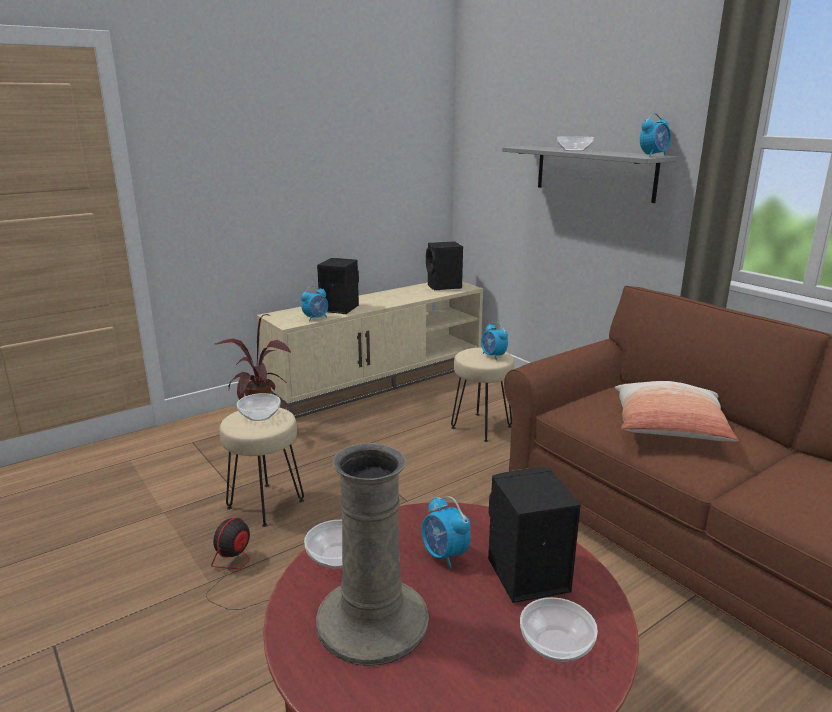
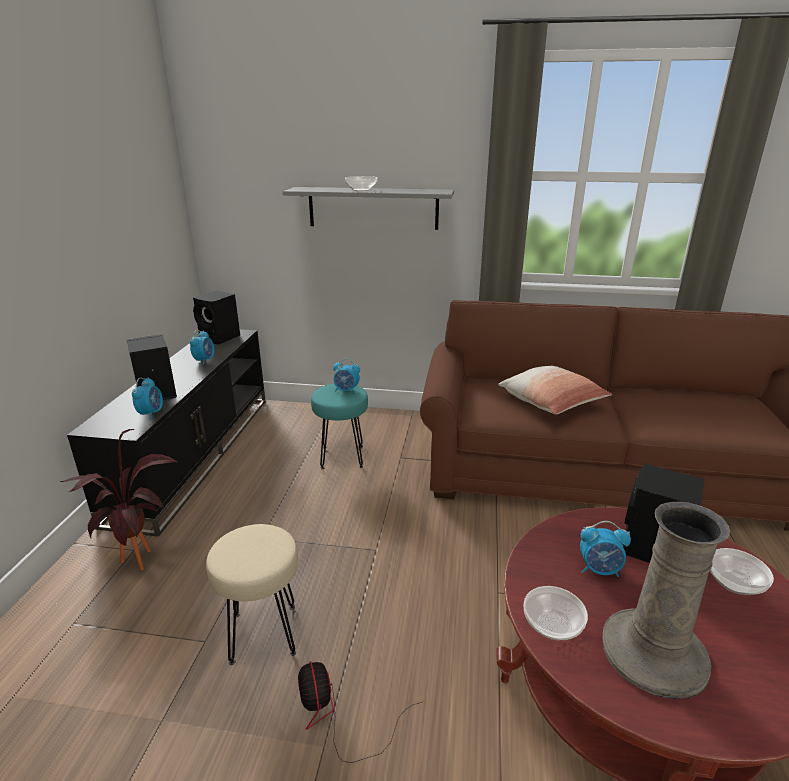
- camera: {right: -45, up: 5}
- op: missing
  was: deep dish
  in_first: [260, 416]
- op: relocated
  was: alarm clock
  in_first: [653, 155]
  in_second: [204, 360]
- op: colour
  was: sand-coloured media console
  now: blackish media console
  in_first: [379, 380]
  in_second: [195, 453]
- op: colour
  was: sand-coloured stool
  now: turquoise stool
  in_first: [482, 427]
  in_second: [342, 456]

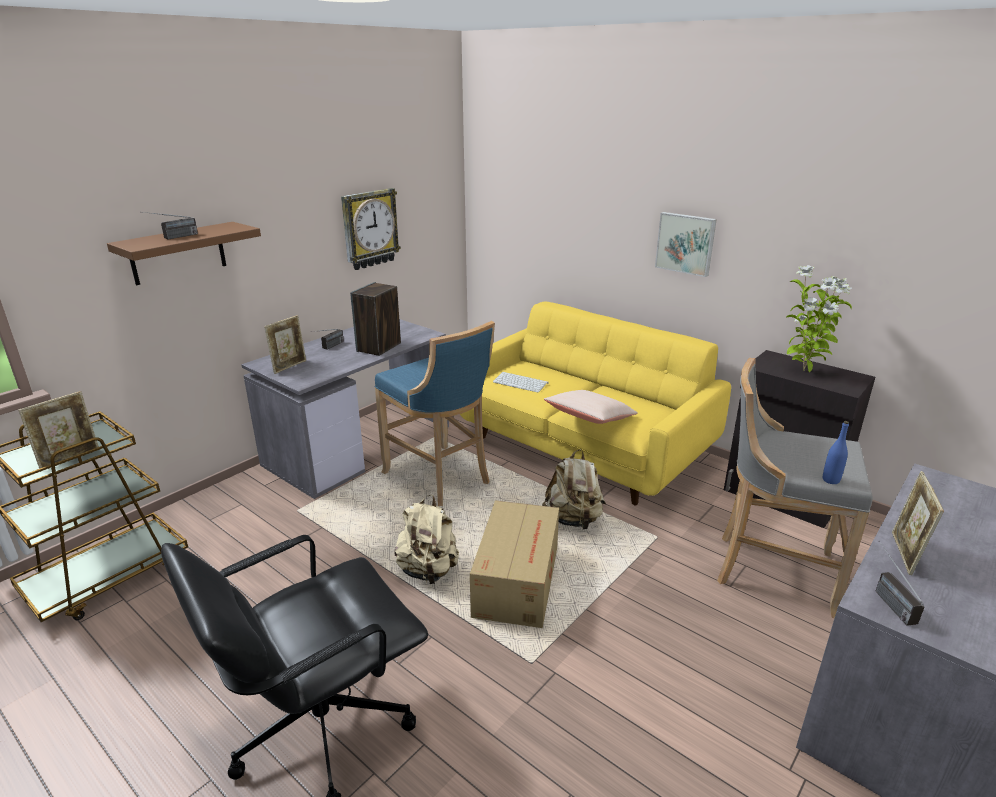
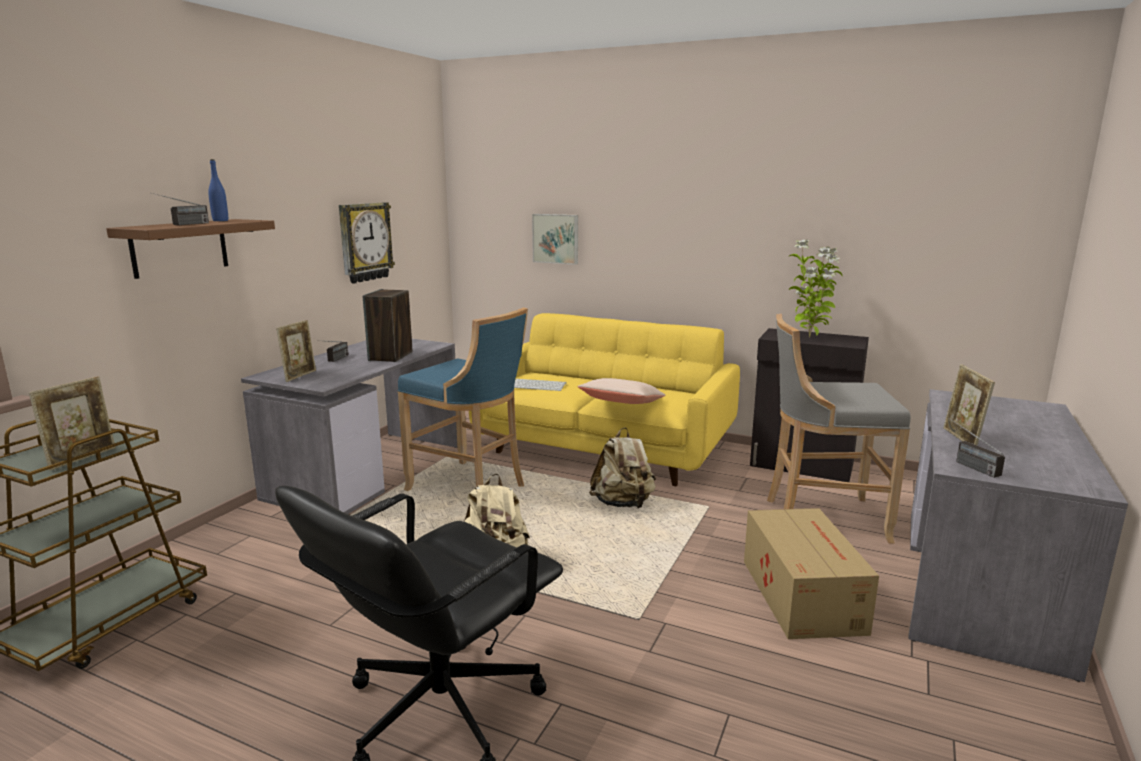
- camera: {right: -15, up: -10}
- op: relocated
  was: carton
  in_first: [518, 580]
  in_second: [802, 594]
- op: relocated
  was: picture
  in_first: [686, 243]
  in_second: [556, 238]
- op: relocated
  was: blue-coloured drink bottle
  in_first: [831, 480]
  in_second: [220, 220]

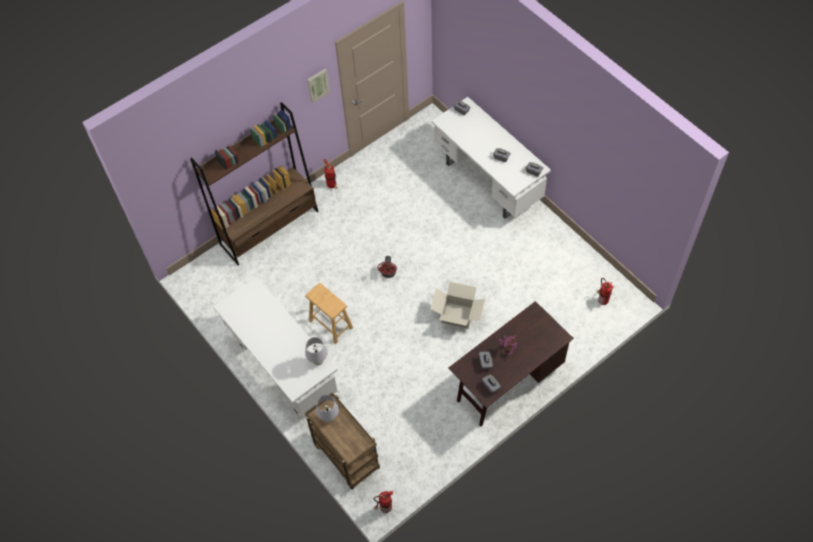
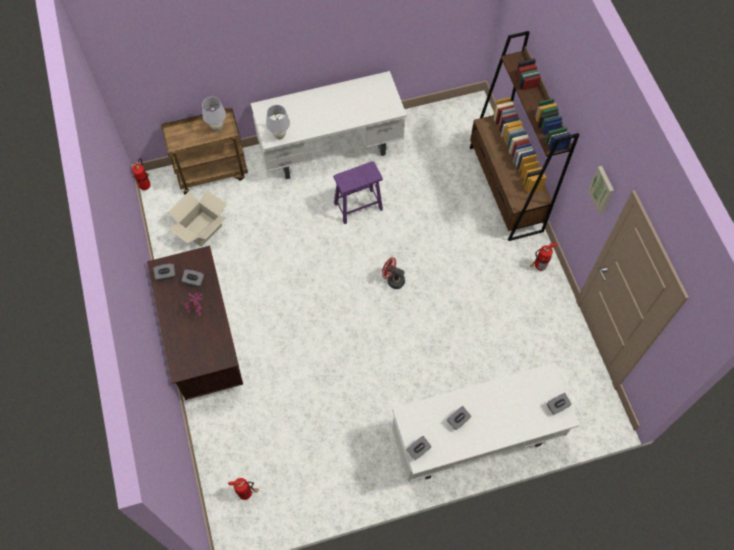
- camera: {right: 110, up: 5}
- op: relocated
  was: carton
  in_first: [457, 315]
  in_second: [201, 228]
- op: colour
  was: brown-coloured stool
  now: purplish stool
  in_first: [331, 324]
  in_second: [358, 206]

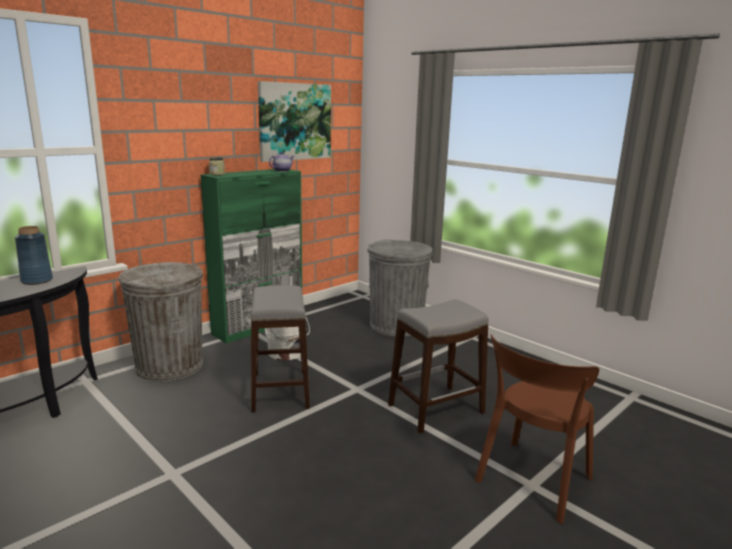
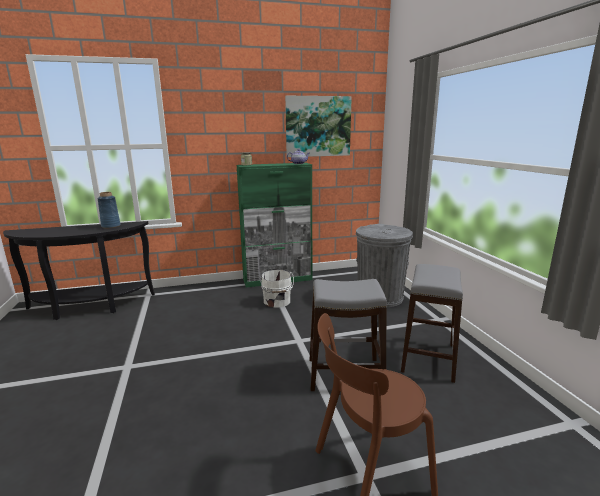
- camera: {right: 30, up: 0}
- op: missing
  was: gray rubbish bin
  in_first: [170, 365]
- op: relocated
  was: gray stool
  in_first: [279, 391]
  in_second: [428, 358]

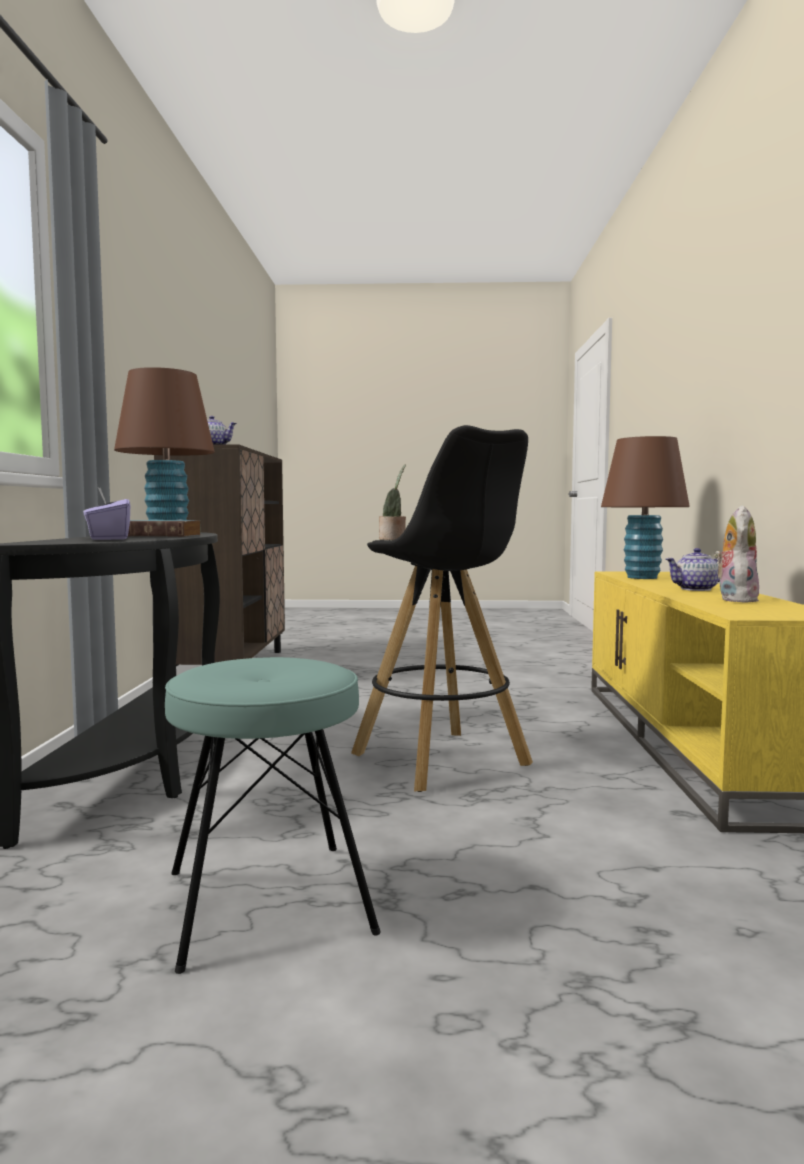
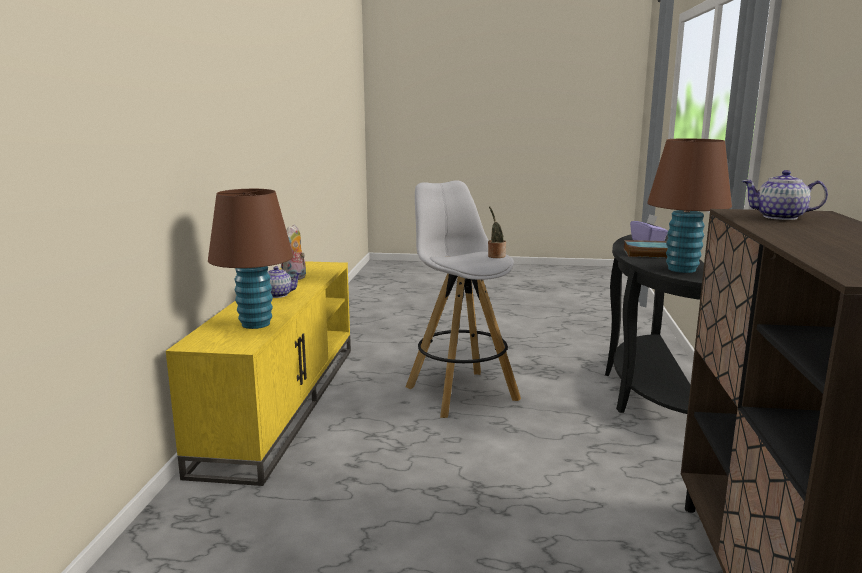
- camera: {right: -175, up: 10}
- op: missing
  was: turquoise stool
  in_first: [267, 901]
- op: colour
  was: blackish stool
  now: white stool
  in_first: [442, 761]
  in_second: [460, 393]

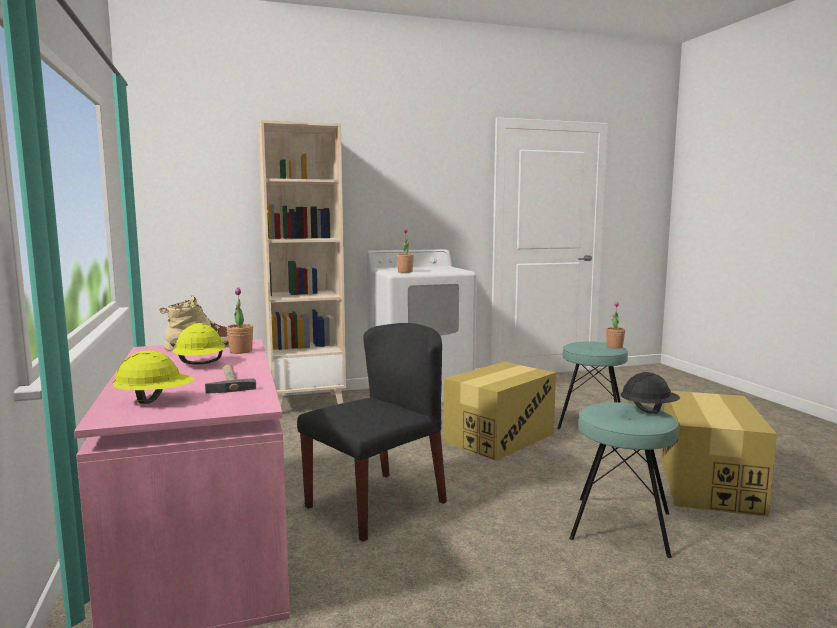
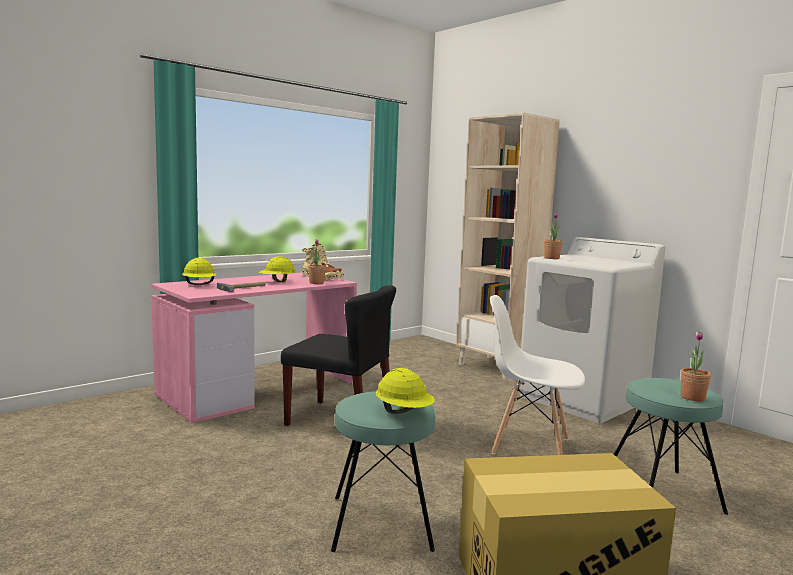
- camera: {right: 65, up: 0}
- op: exchanged
  was: carton
  now: white upright chair
  in_first: [499, 438]
  in_second: [529, 446]
- op: colour
  was: blackish hard hat
  now: yellow hard hat
  in_first: [648, 411]
  in_second: [404, 412]

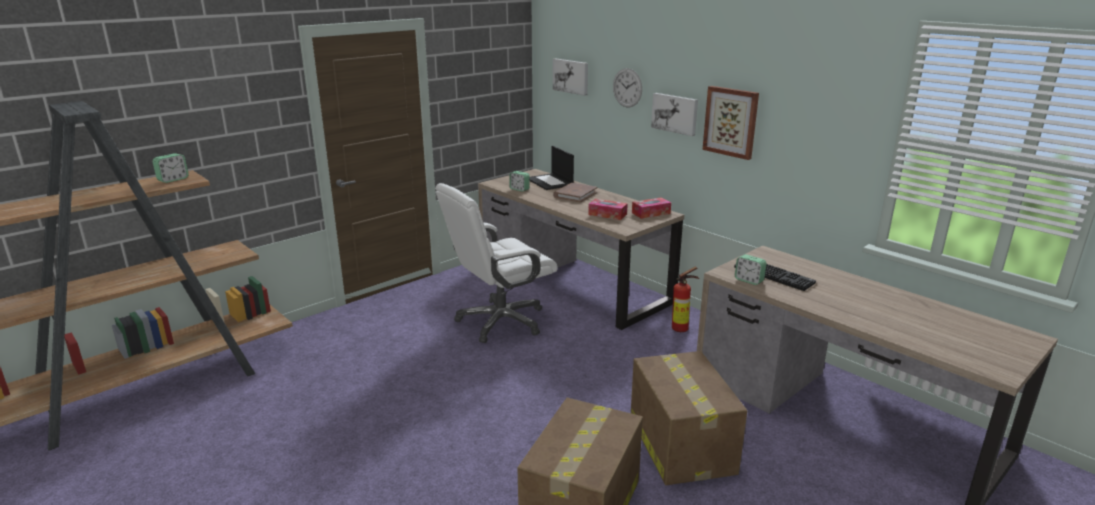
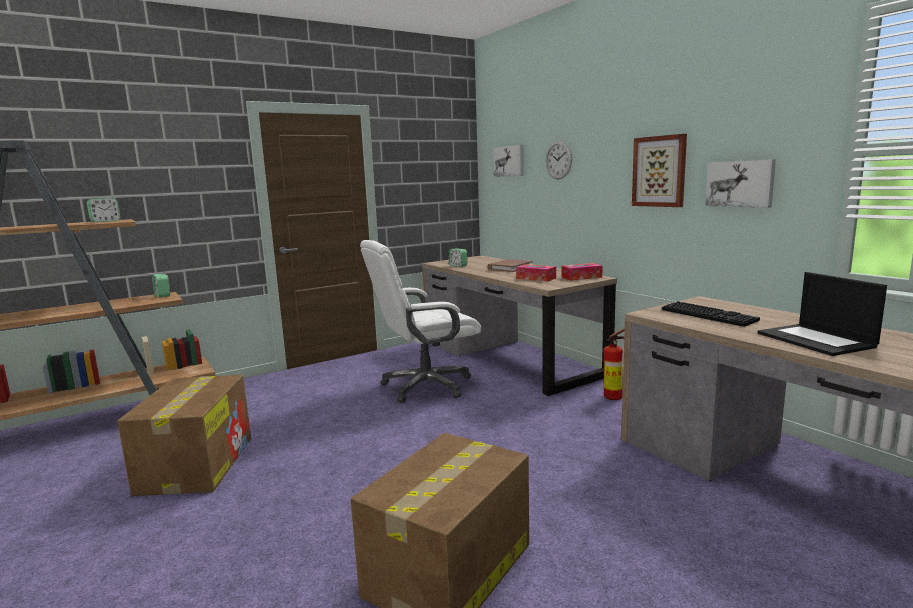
- camera: {right: 10, up: -10}
- op: relocated
  was: notebook computer
  in_first: [550, 182]
  in_second: [817, 340]
- op: relocated
  was: carton
  in_first: [680, 443]
  in_second: [197, 464]
- op: relocated
  was: picture
  in_first: [675, 113]
  in_second: [740, 183]
- op: relocated
  was: alarm clock
  in_first: [749, 280]
  in_second: [162, 295]

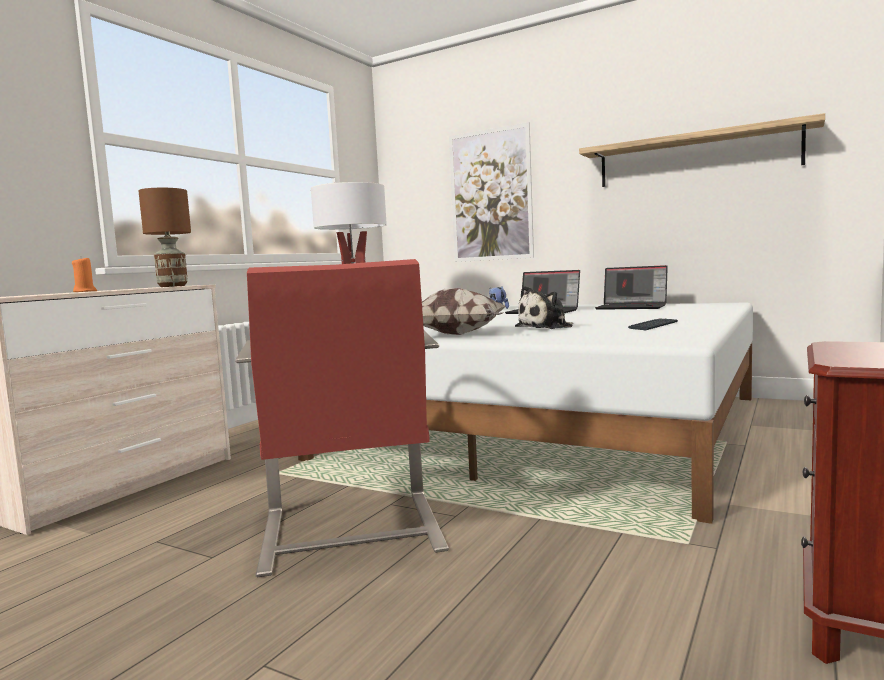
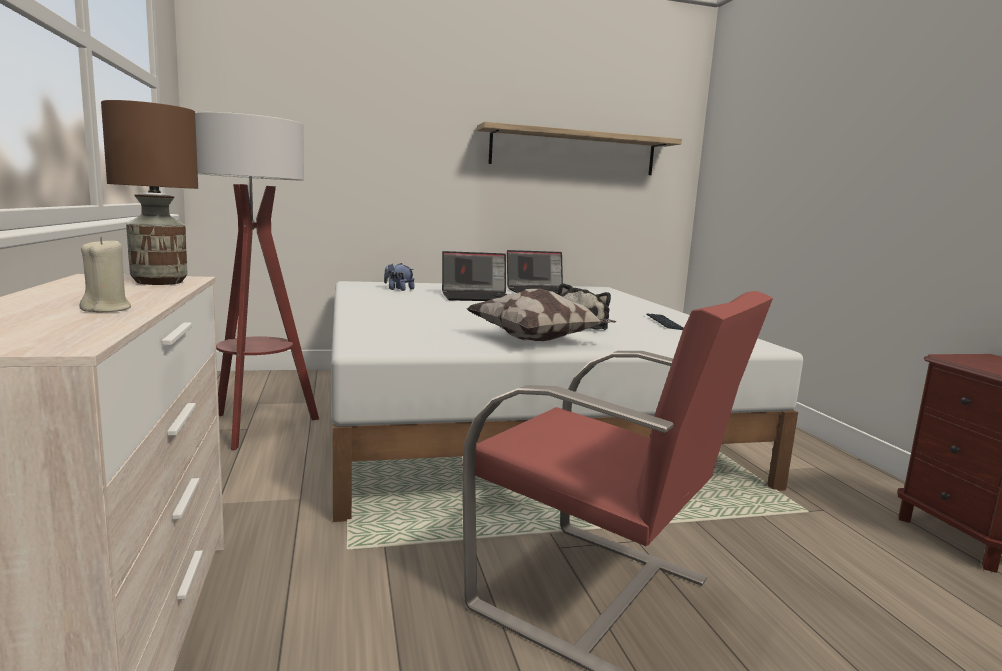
- camera: {right: -45, up: 5}
- op: missing
  was: picture
  in_first: [490, 195]
- op: colour
  was: orange-coloured wax candle
  now: sand-coloured wax candle
  in_first: [85, 291]
  in_second: [107, 309]

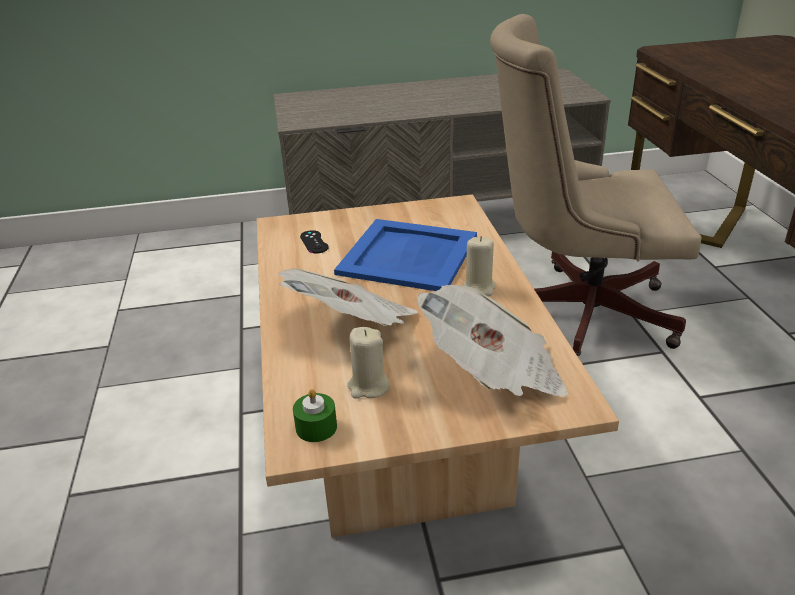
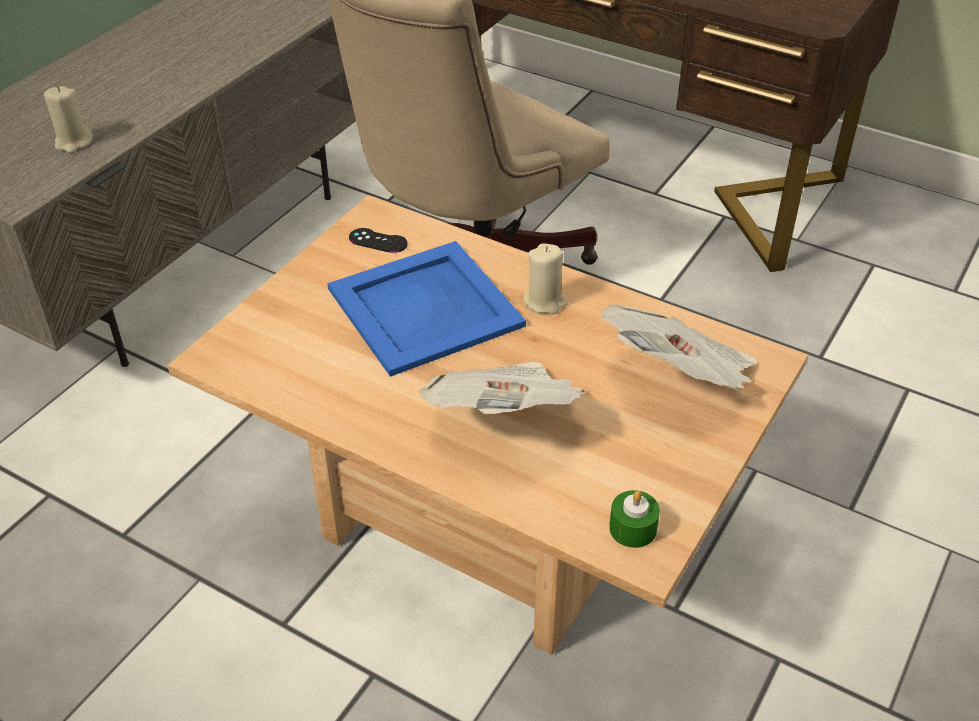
- camera: {right: -50, up: 10}
- op: relocated
  was: blackish joypad
  in_first: [314, 242]
  in_second: [378, 241]
- op: relocated
  was: sand-coloured wax candle
  in_first: [368, 386]
  in_second: [73, 142]

